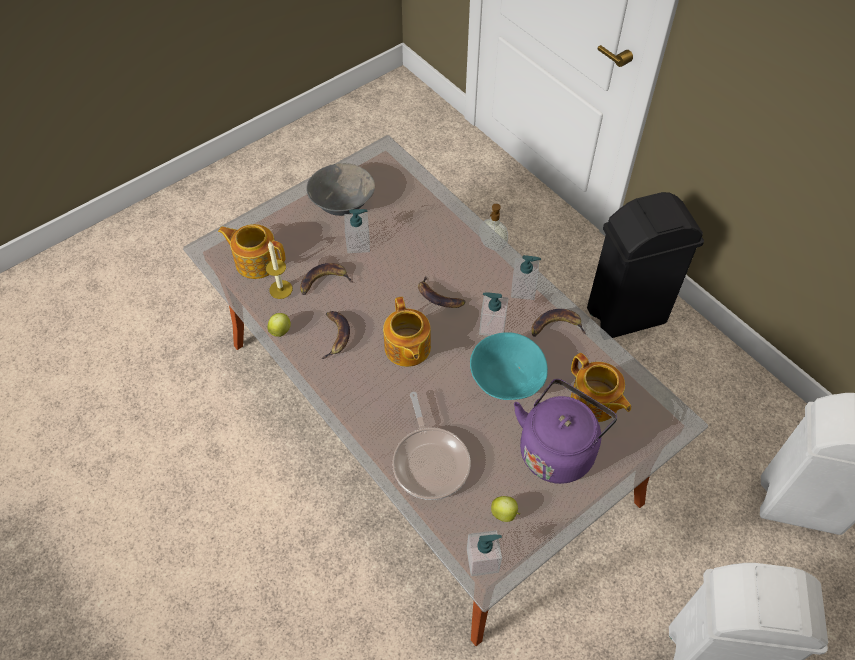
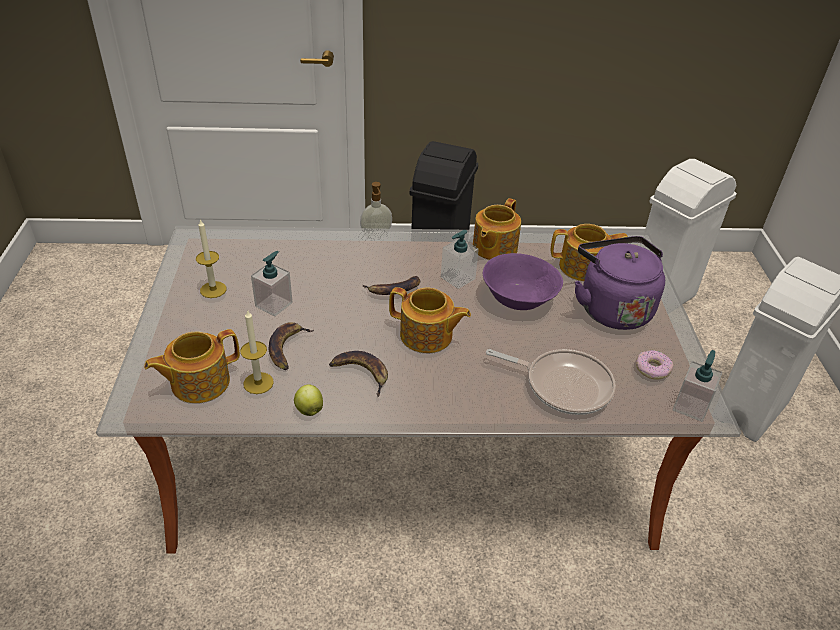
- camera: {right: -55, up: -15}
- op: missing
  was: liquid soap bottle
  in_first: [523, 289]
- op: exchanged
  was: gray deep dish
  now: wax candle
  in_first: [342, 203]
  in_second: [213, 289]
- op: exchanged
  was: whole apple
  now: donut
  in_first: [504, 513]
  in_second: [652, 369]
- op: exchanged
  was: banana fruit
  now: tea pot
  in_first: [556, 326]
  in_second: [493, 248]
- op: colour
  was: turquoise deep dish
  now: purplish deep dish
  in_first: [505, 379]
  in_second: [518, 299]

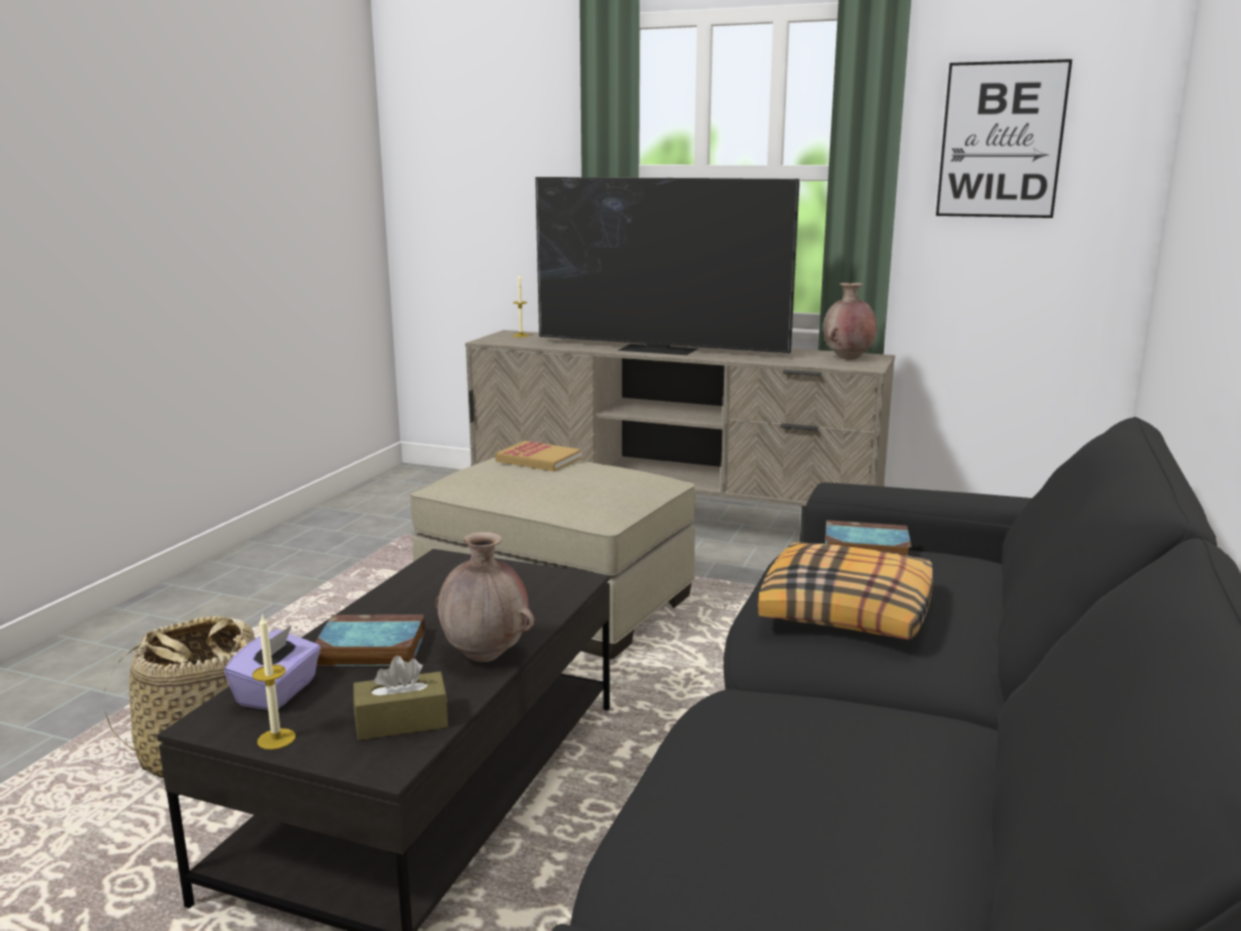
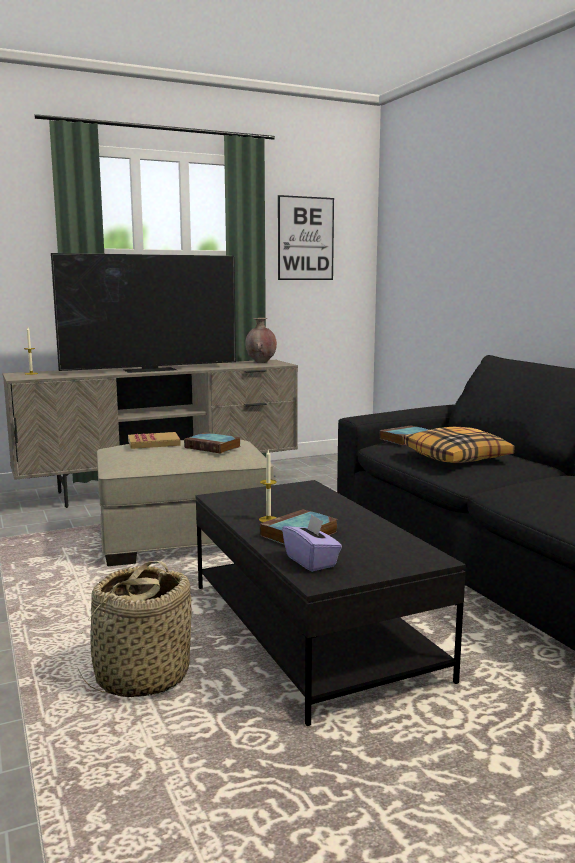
- camera: {right: -45, up: -5}
- op: missing
  was: brown-coloured tissue holder
  in_first: [401, 722]
- op: missing
  was: brown-coloured decorative vase
  in_first: [486, 655]
- op: appeared
  now: book
  in_second: [213, 447]
- op: relocated
  was: wax candle
  in_first: [276, 739]
  in_second: [268, 519]

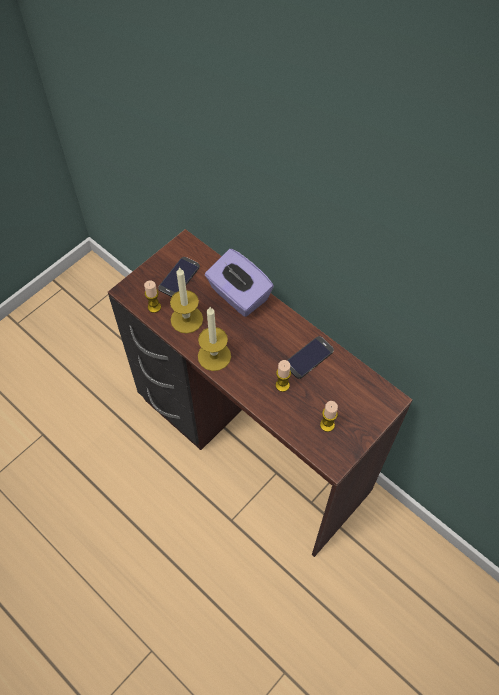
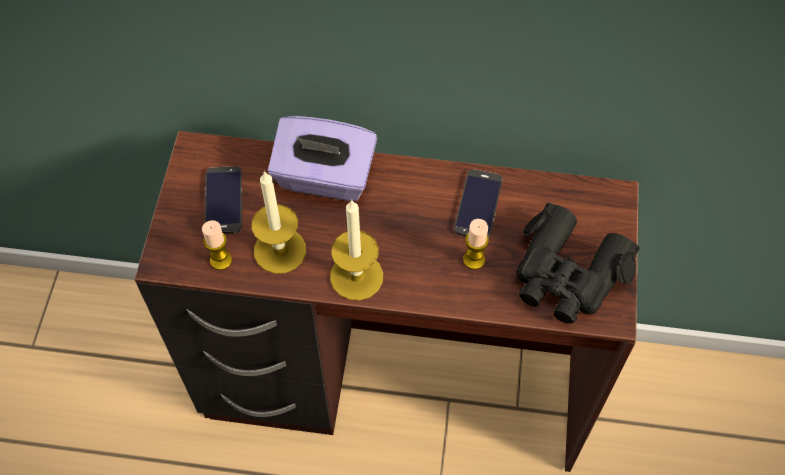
- camera: {right: -35, up: 0}
- op: exchanged
  was: wax candle
  now: blackish binoculars
  in_first: [327, 425]
  in_second: [567, 275]

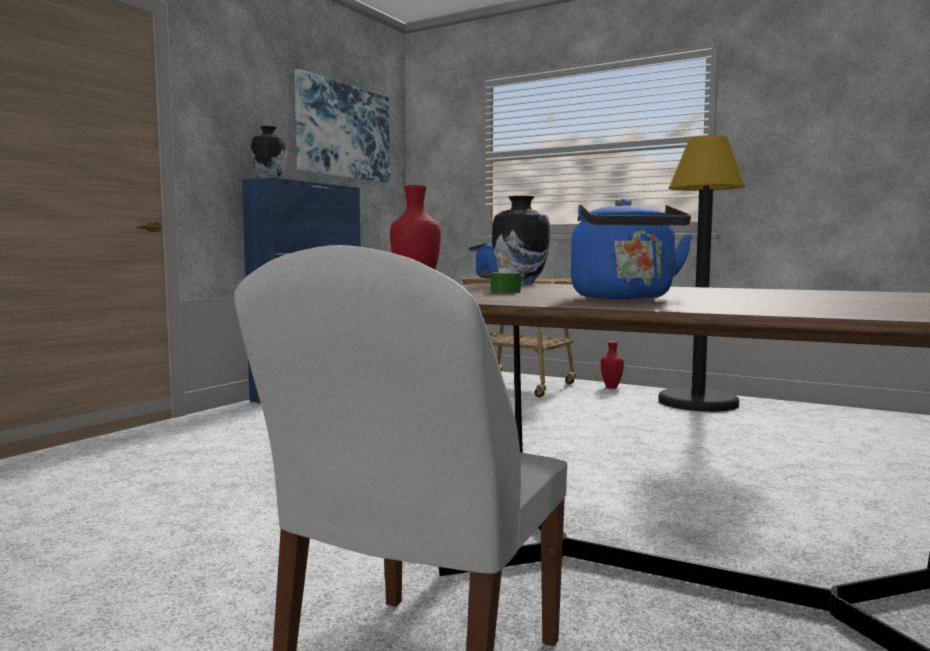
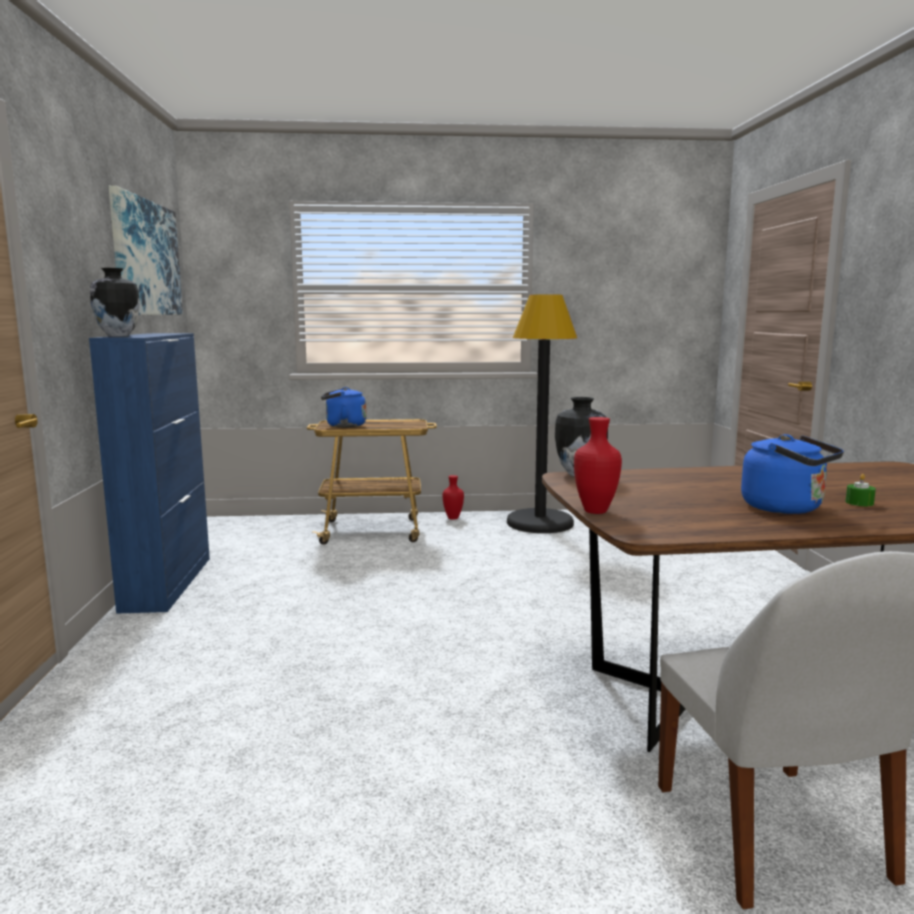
- camera: {right: -35, up: 5}
- op: relocated
  was: green-coloured wax candle
  in_first: [505, 292]
  in_second: [859, 503]

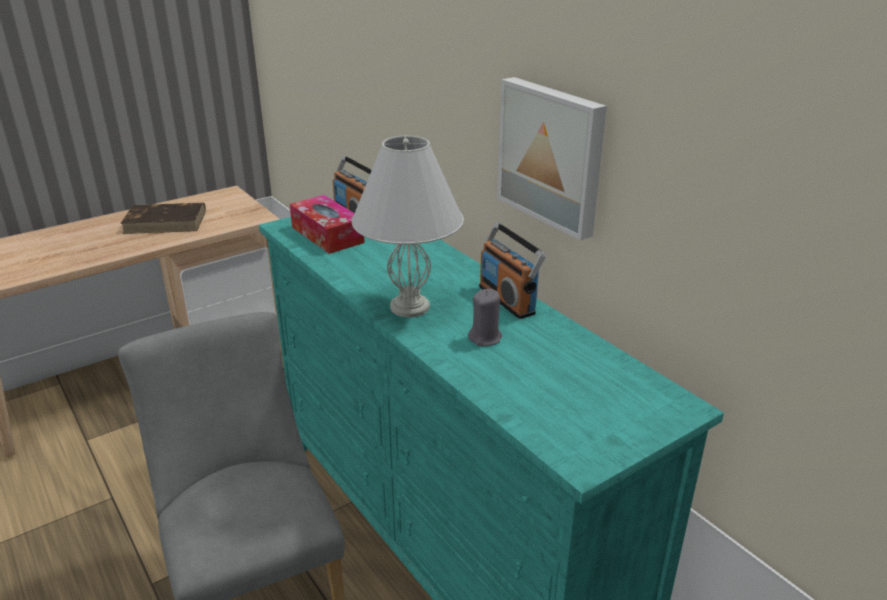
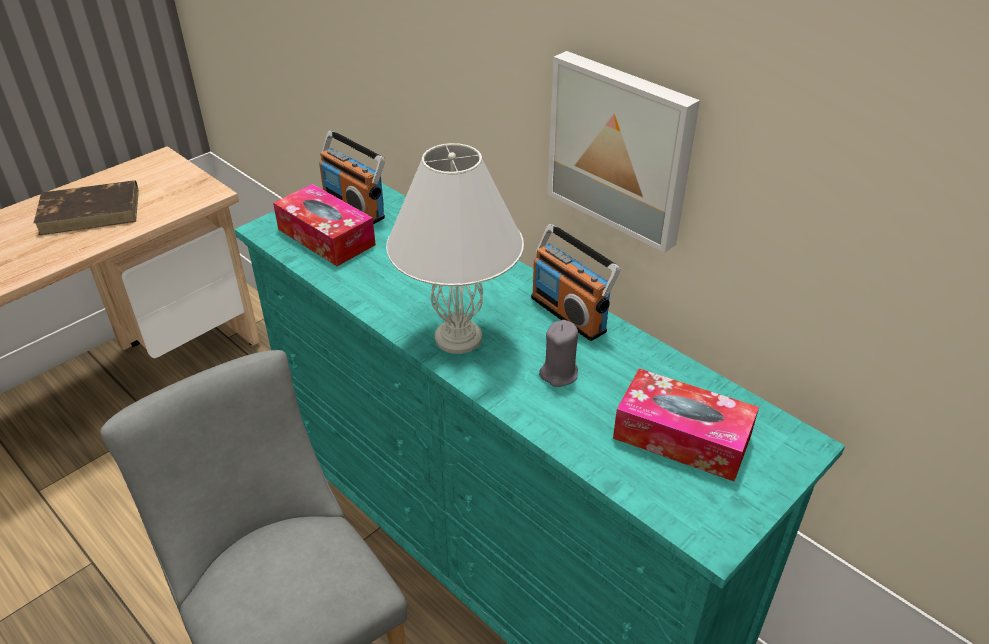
- camera: {right: -10, up: 10}
- op: appeared
  now: tissue holder
  in_second: [681, 437]

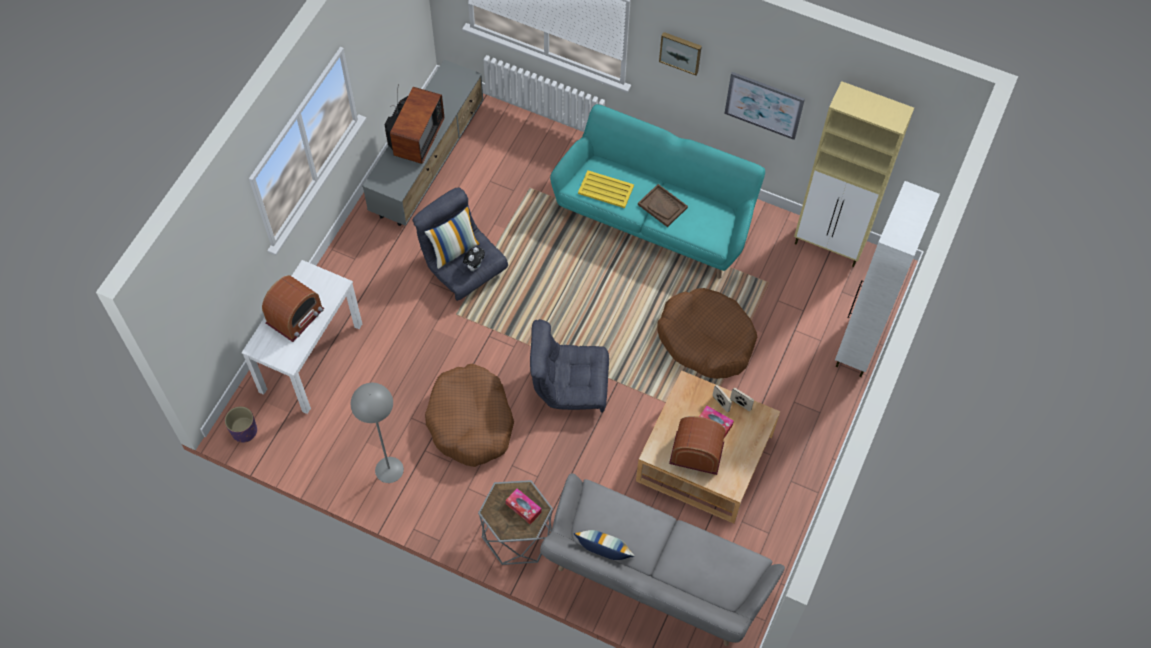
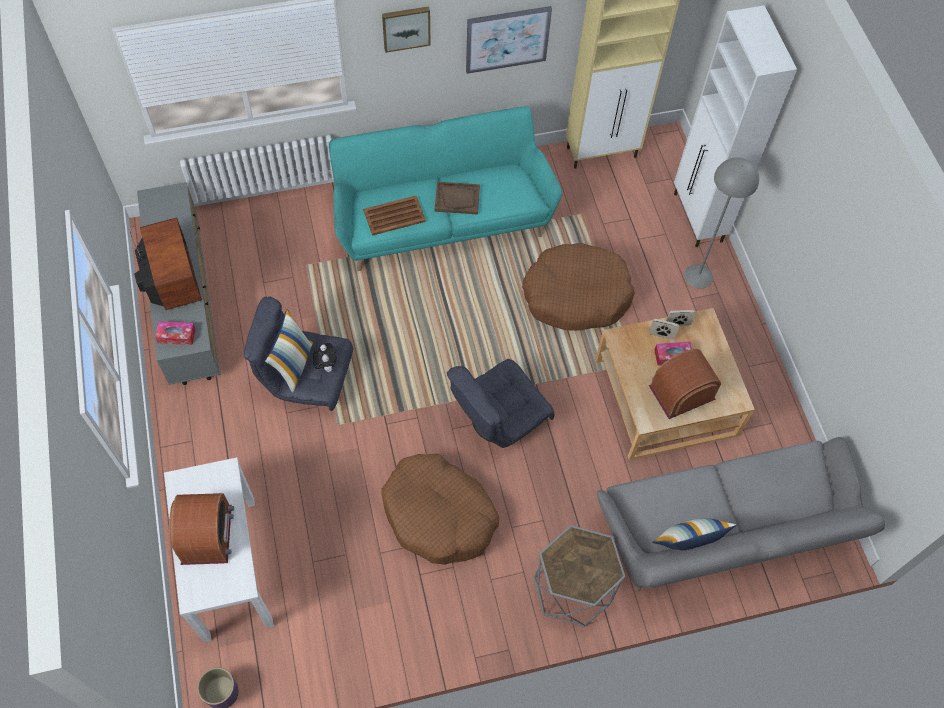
- camera: {right: -40, up: 0}
- op: relocated
  was: gray standard lamp
  in_first: [389, 470]
  in_second: [698, 276]
- op: relocated
  was: tissue holder
  in_first: [523, 508]
  in_second: [176, 336]
- op: colour
  was: yellow serving tray
  now: brown-coloured serving tray
  in_first: [606, 190]
  in_second: [395, 216]

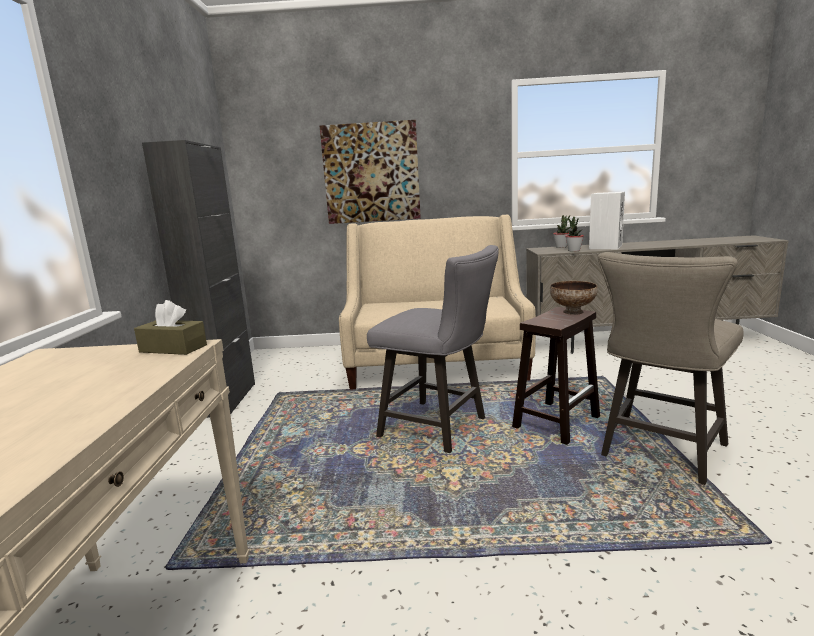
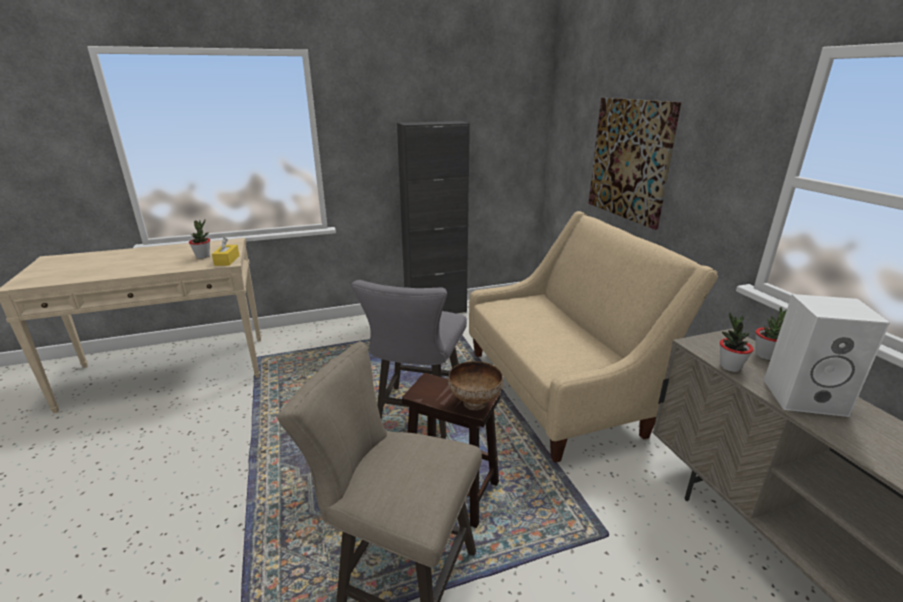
- camera: {right: 70, up: 10}
- op: appeared
  now: houseplant
  in_second: [203, 256]
- op: colour
  was: brown-coloured tissue holder
  now: yellow tissue holder
  in_first: [173, 348]
  in_second: [227, 260]

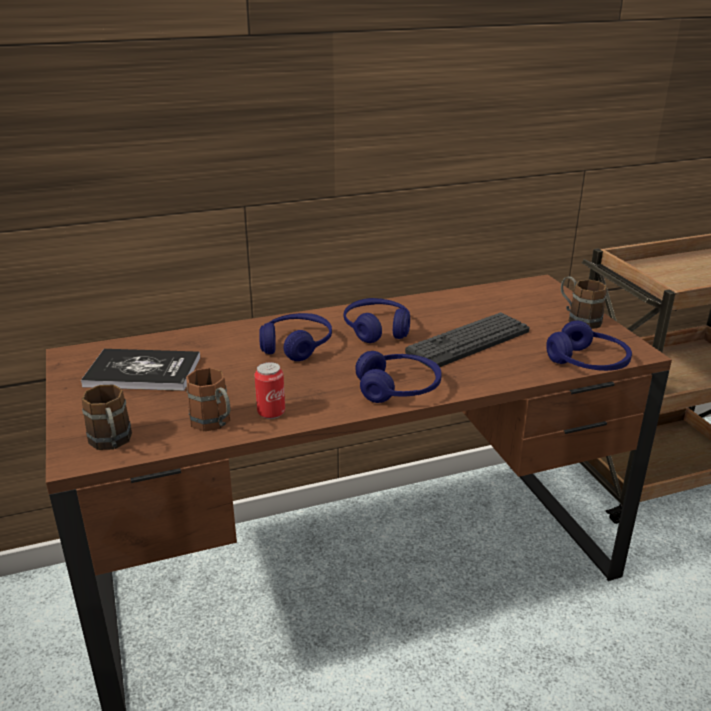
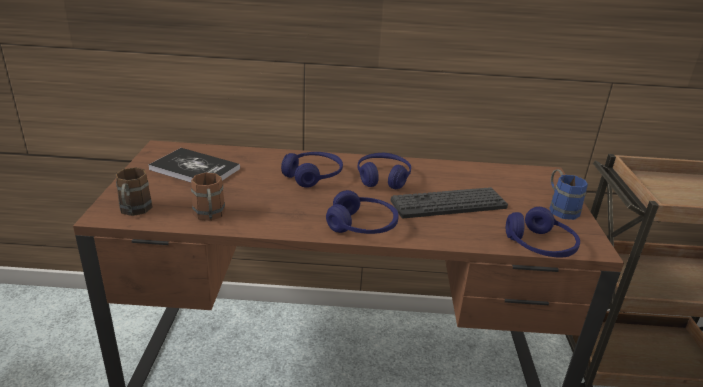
- camera: {right: 20, up: 0}
- op: missing
  was: sealed can
  in_first: [271, 412]
- op: colour
  was: brown-coloured tea mug
  now: blue-coloured tea mug
  in_first: [578, 319]
  in_second: [559, 208]

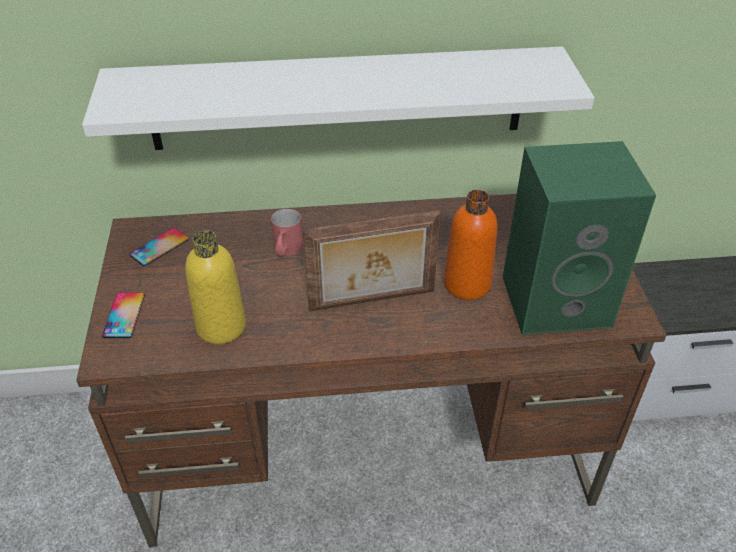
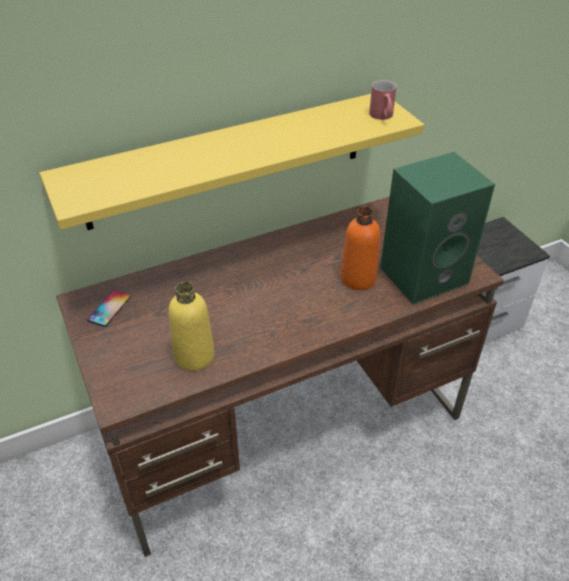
- camera: {right: -20, up: 0}
- op: missing
  was: phone
  in_first: [124, 315]
- op: missing
  was: photo frame
  in_first: [372, 302]
- op: relocated
  was: red tea mug
  in_first: [286, 251]
  in_second: [382, 117]
- op: colour
  was: white bracket shelf
  now: yellow bracket shelf
  in_first: [338, 99]
  in_second: [228, 160]

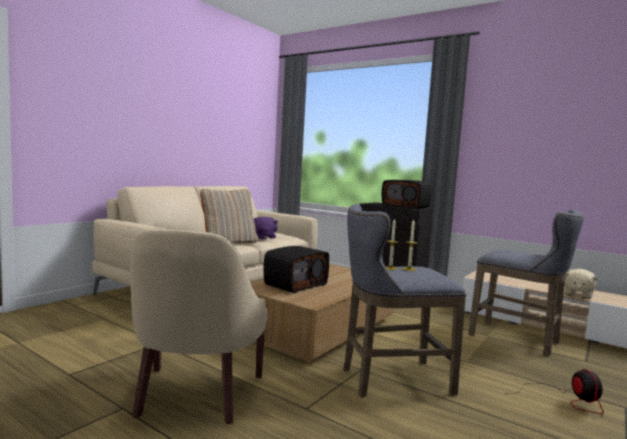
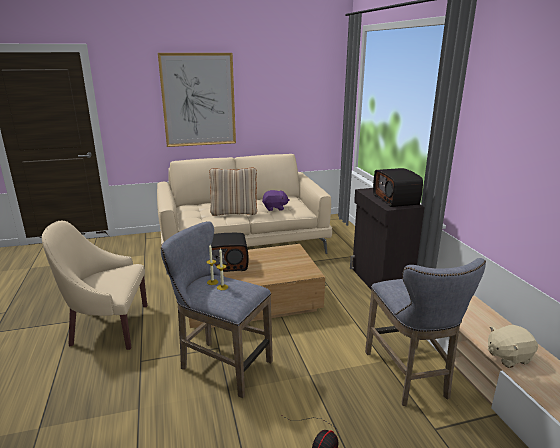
- camera: {right: 40, up: 15}
- op: appeared
  now: picture
  in_second: [198, 100]
- op: spun
  was: sand-coloured armchair
  in_first: [195, 395]
  in_second: [107, 327]
  clockwise: 45

